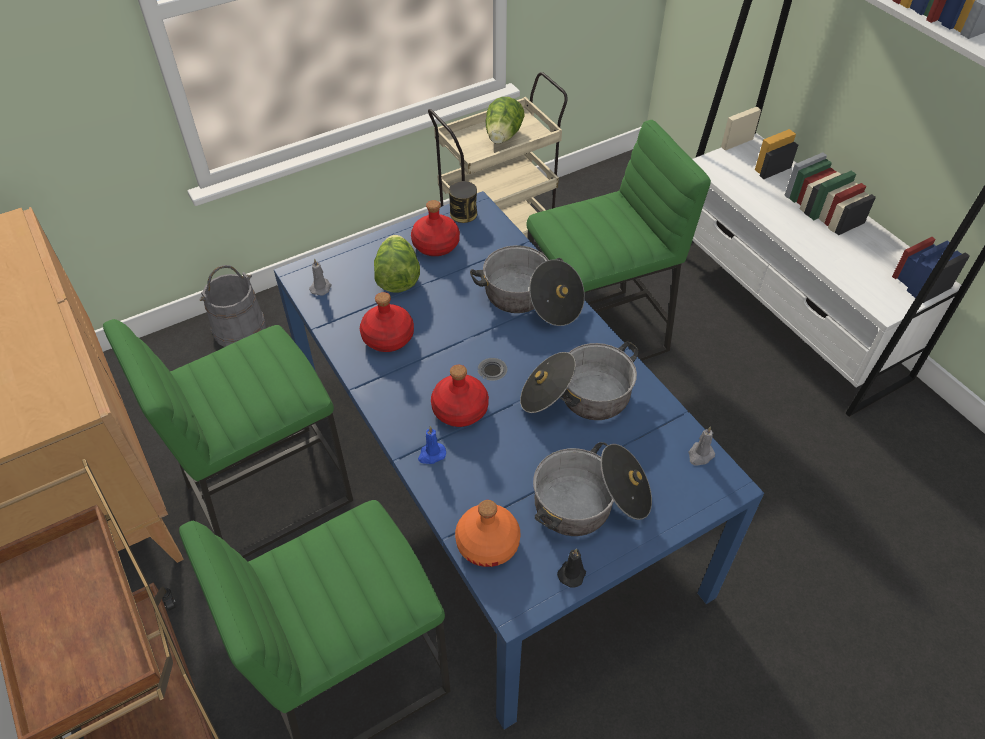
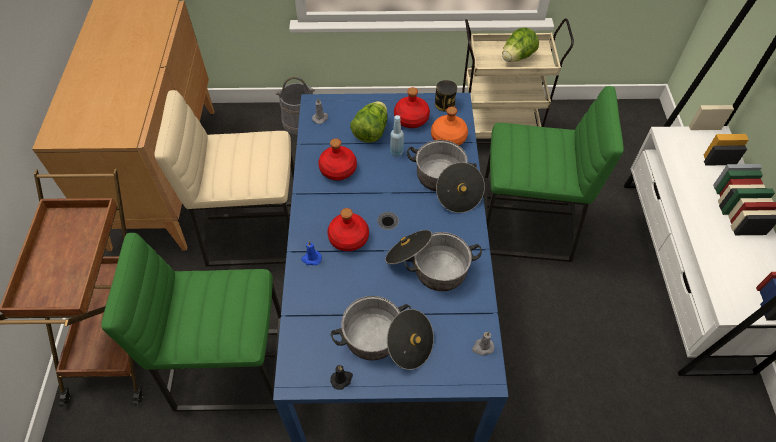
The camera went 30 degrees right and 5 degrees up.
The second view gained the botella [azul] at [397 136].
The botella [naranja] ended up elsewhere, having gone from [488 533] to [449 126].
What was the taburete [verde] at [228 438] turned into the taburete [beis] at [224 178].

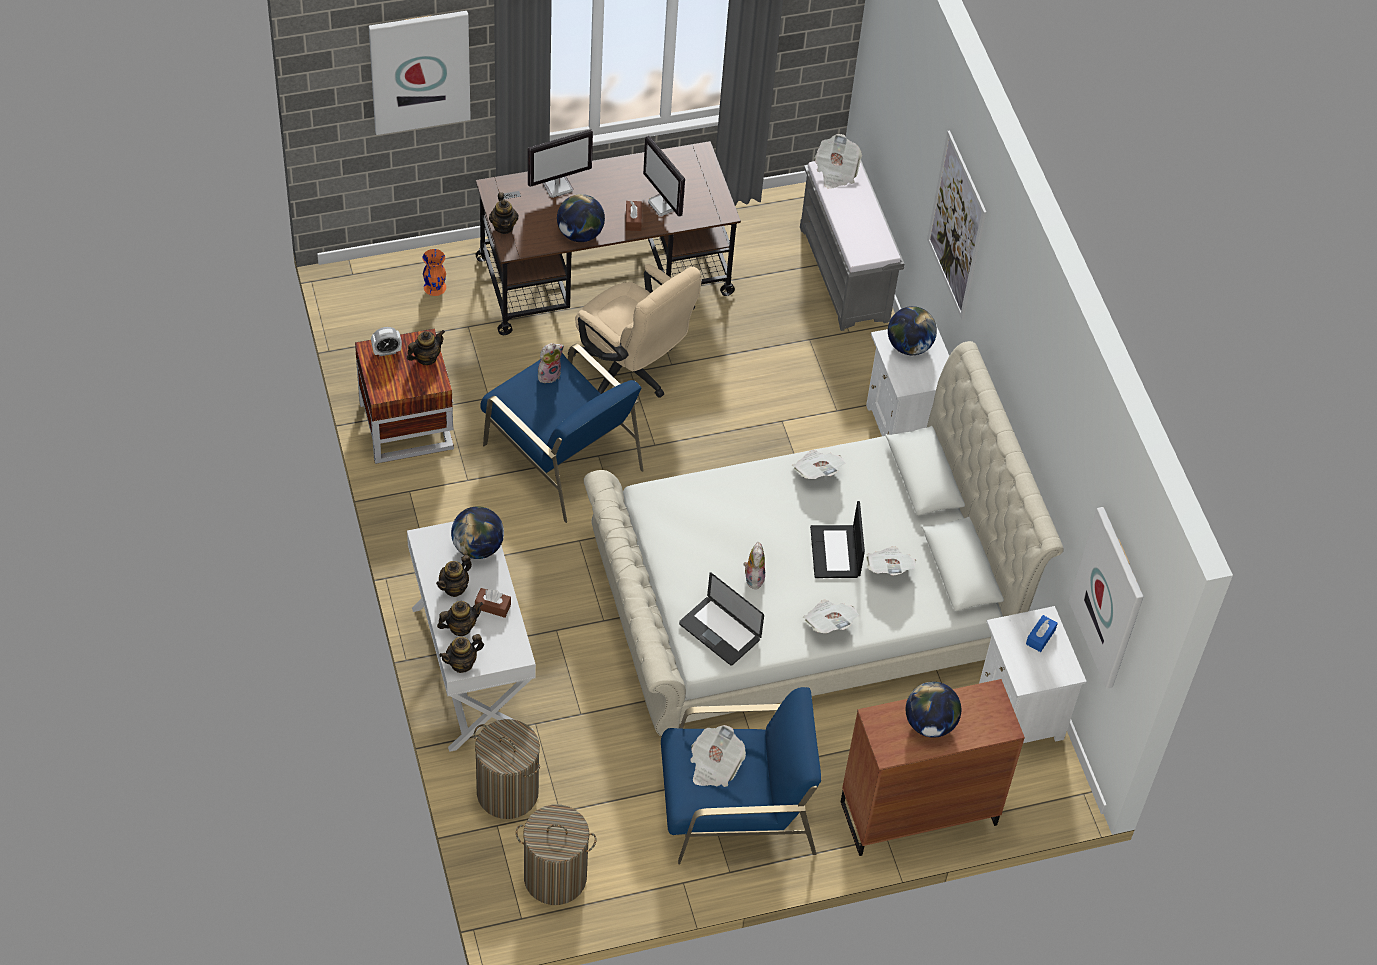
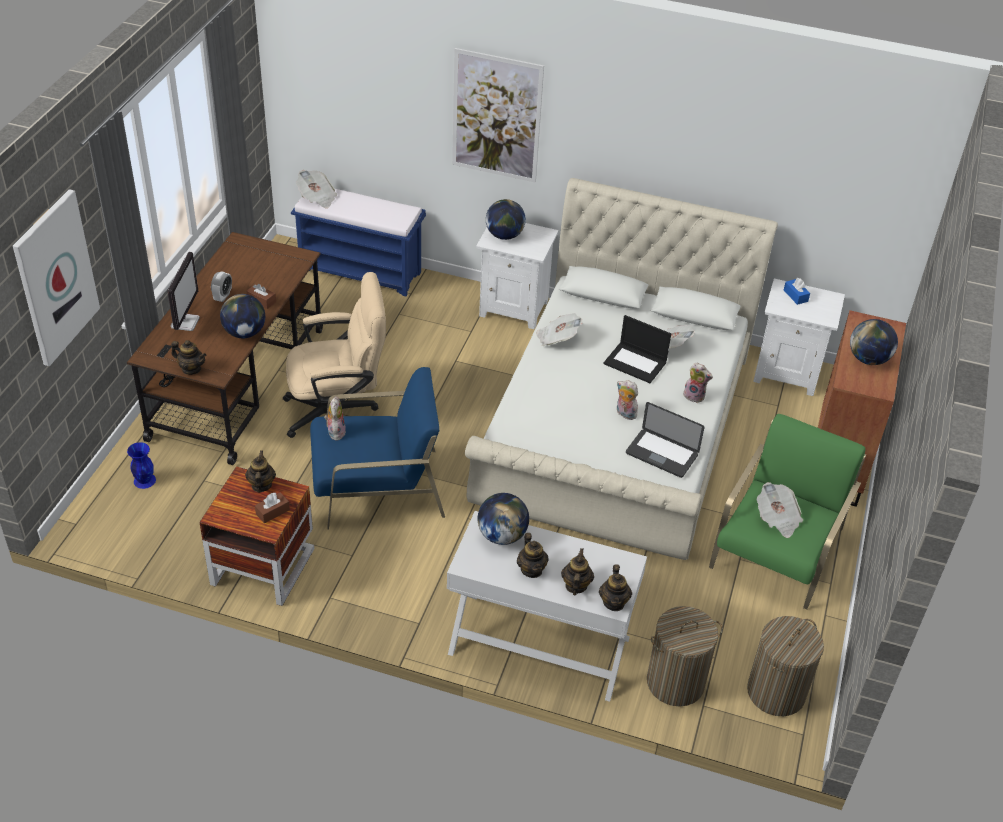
The camera went 55 degrees left and 10 degrees down.
The second view lost the monitor at [664 176].
The second view lost the cuadro at [1106 597].
The despertador ended up elsewhere, having gone from [386 341] to [221 286].
The caja de pañuelos [marrón] ended up elsewhere, having gone from [493 603] to [272 507].
Where the periódico stood at [831 616], the peluche came to stand at [698 382].
What was the florero [naranja] at [434 272] turned into the florero [azul] at [141 465].
What was the sillón [azul] at [741 776] turned into the sillón [verde] at [787 512].
What was the banco [gris] at [852 245] turned into the banco [azul] at [358 243].
The portátil at [721 618] ended up facing another way, 45 degrees clockwise from before.

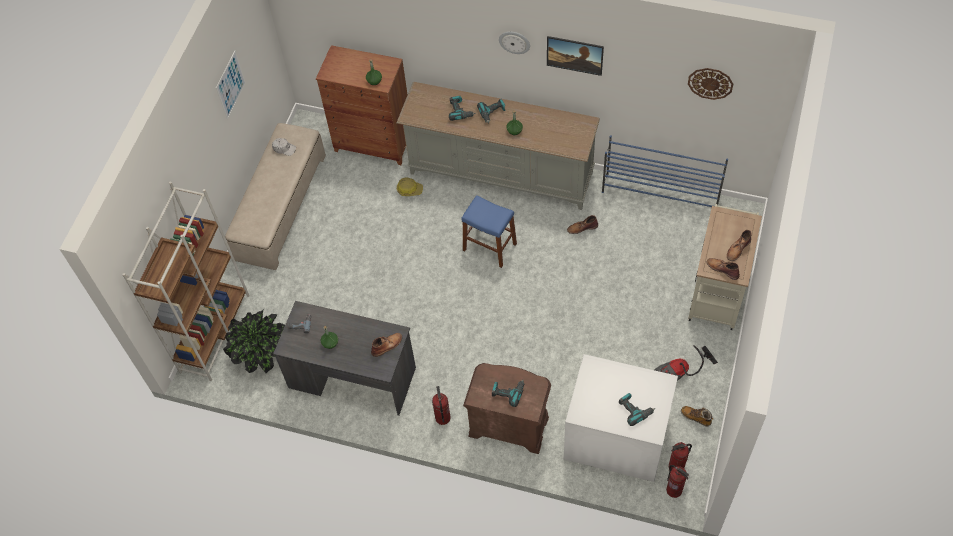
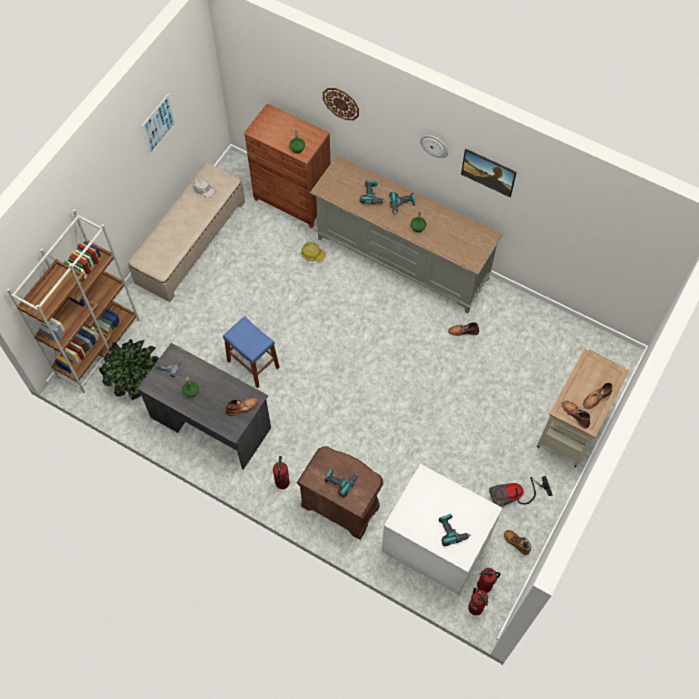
The camera went 10 degrees right and 5 degrees up.
The second view lost the zapatero [azul] at [665 171].
The taburete [azul] ended up elsewhere, having gone from [489 231] to [251 352].
The reloj de pared ended up elsewhere, having gone from [710 84] to [341 104].

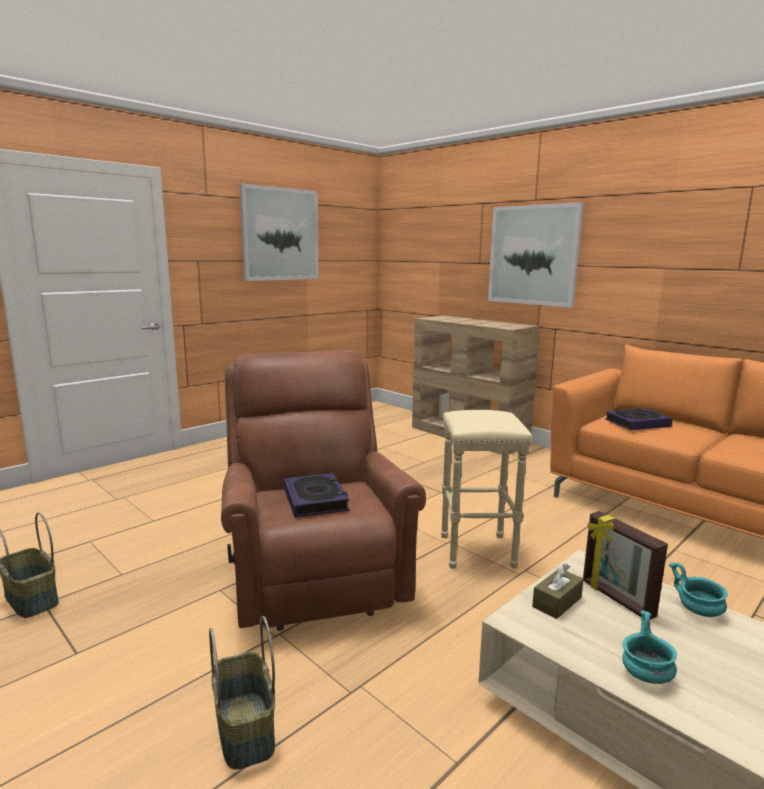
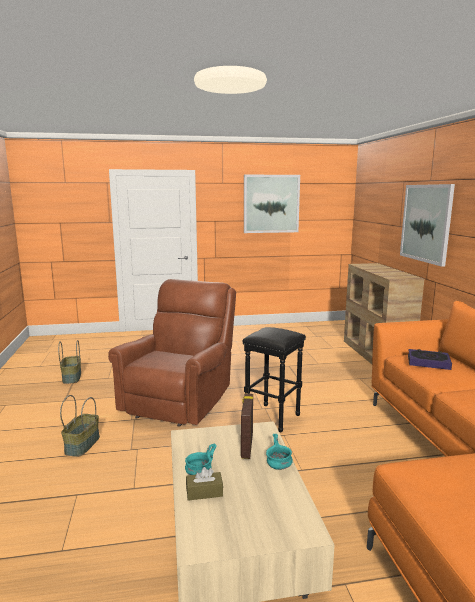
The camera went 35 degrees right and 0 degrees up.
The second view lost the libro at [316 495].
The caja de pañuelos [marrón] ended up elsewhere, having gone from [558 591] to [204 484].
What was the taburete [beis] at [486 489] turned into the taburete [negro] at [274 379].

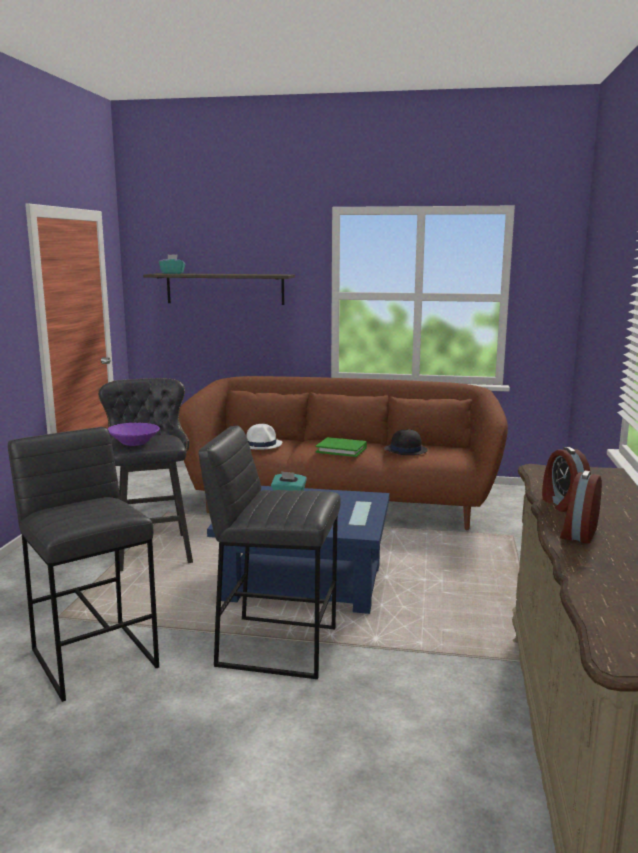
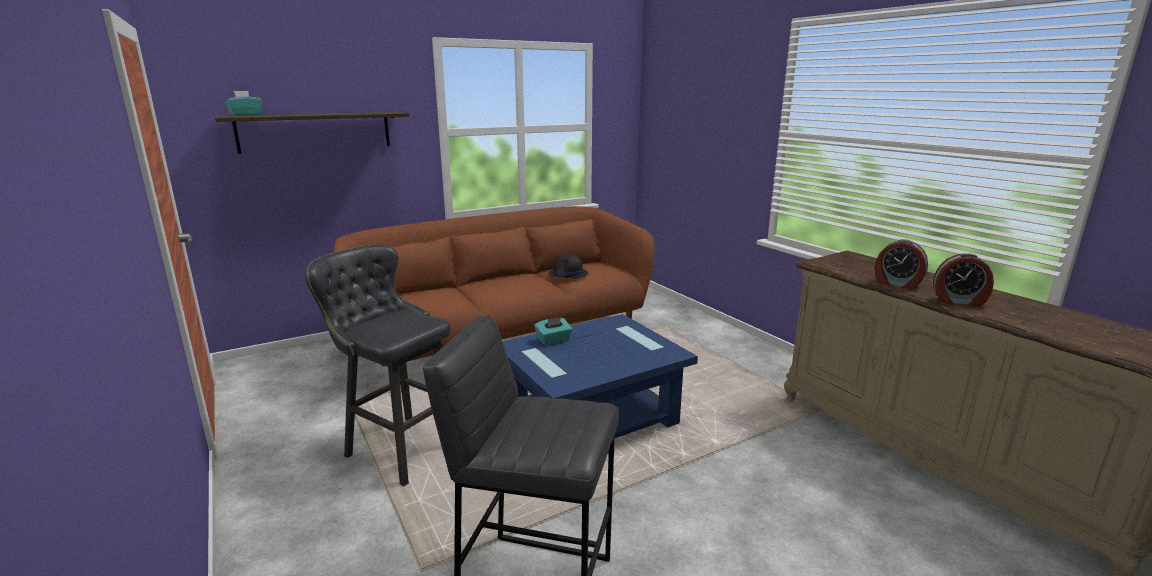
The camera went 40 degrees left and 5 degrees up.
The second view lost the cuenco [morado] at [134 434].
The second view lost the taburete [gris] at [270 552].
The second view lost the sombrero [blanco] at [264 437].
The second view lost the libro [verde] at [341 447].
The despertador at [581 507] ended up facing another way, 60 degrees counterclockwise from before.

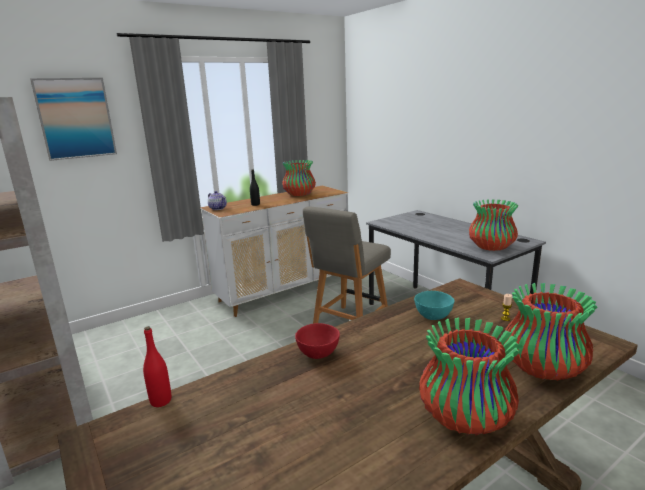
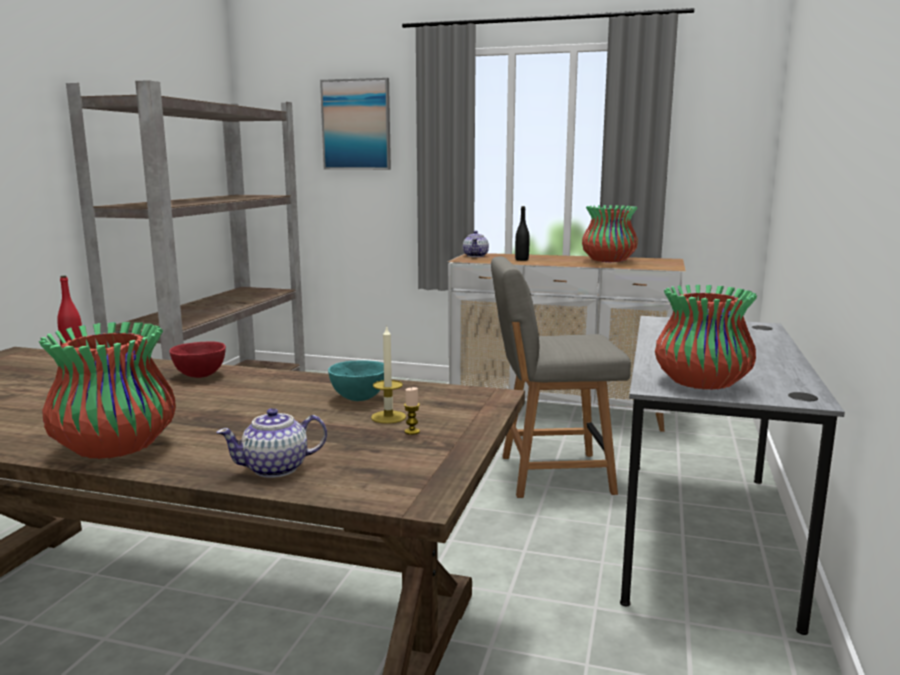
The camera went 50 degrees right and 5 degrees down.
The second view gained the vela at [388 374].
Where the florero stood at [551 332], the tetera came to stand at [271 443].

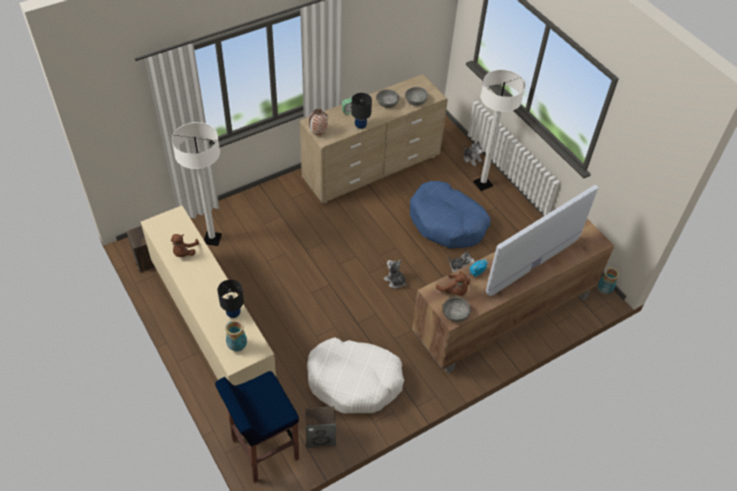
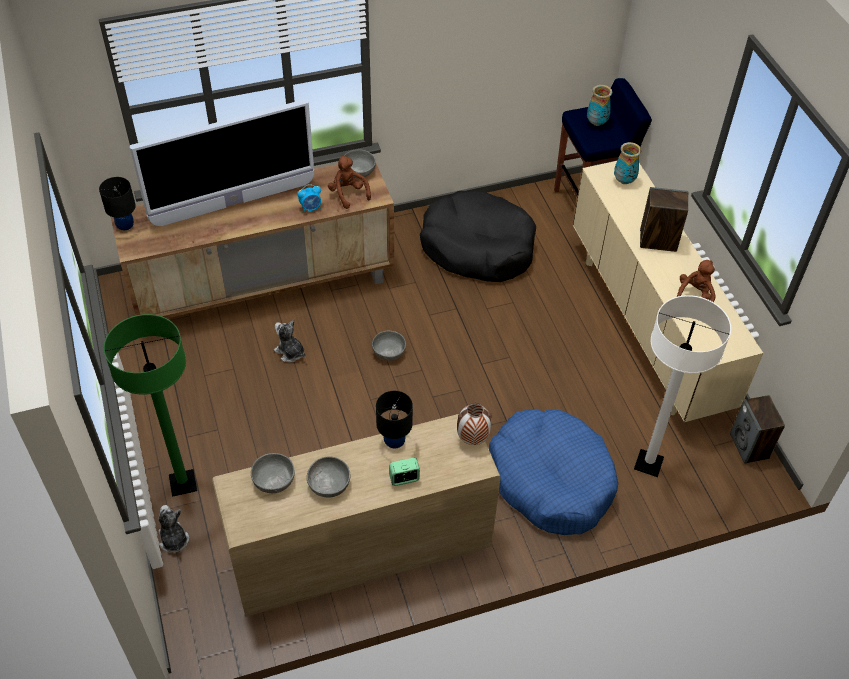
The camera went 165 degrees left and 0 degrees up.
The lámpara de mesa [negro] ended up elsewhere, having gone from [230 298] to [117 203].
The altavoz ended up elsewhere, having gone from [320 427] to [664 219].
The cama para perro [azul] ended up elsewhere, having gone from [450 215] to [553 472].
The florero ended up elsewhere, having gone from [608 280] to [599 105].
Where the peluche stood at [395 274], the cuenco [gris] came to stand at [389 346].
What was the cama para perro [blanco] at [355 375] turned into the cama para perro [negro] at [478 236].
What was the lámpara de pie [blanco] at [499 130] turned into the lámpara de pie [verde] at [150 405].

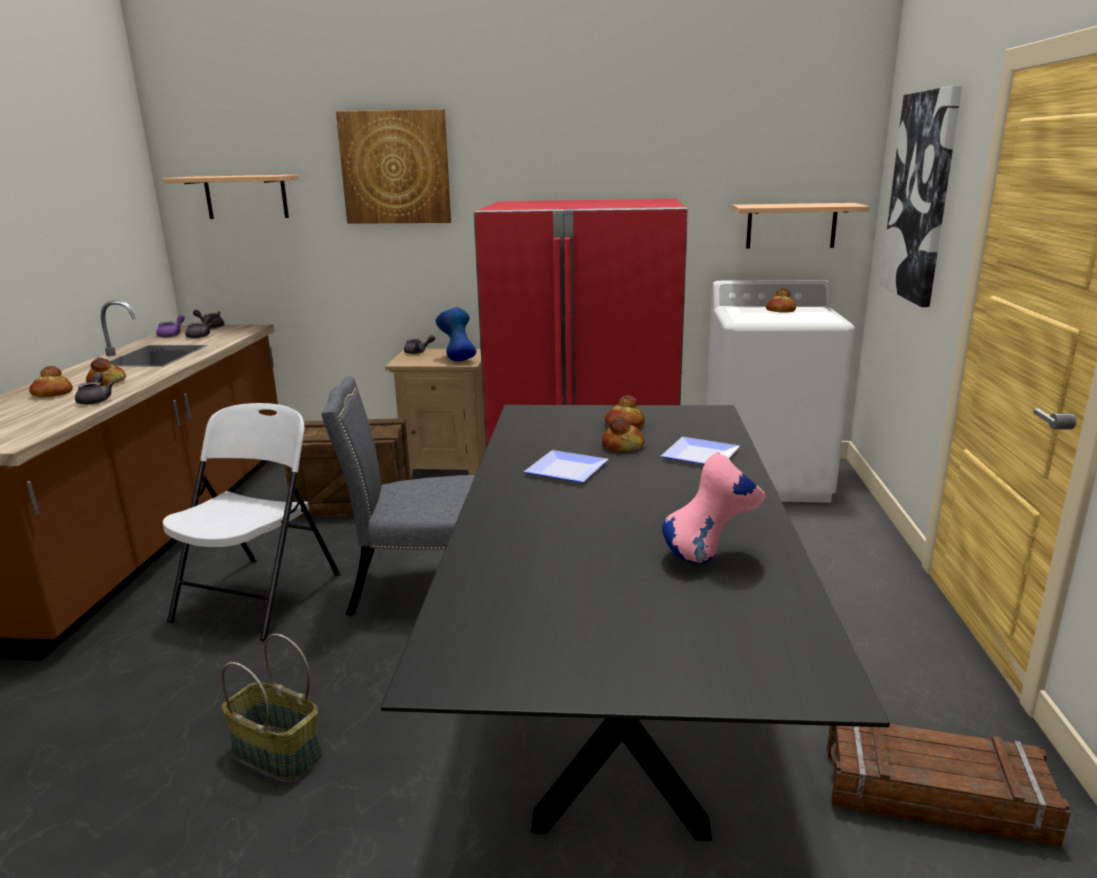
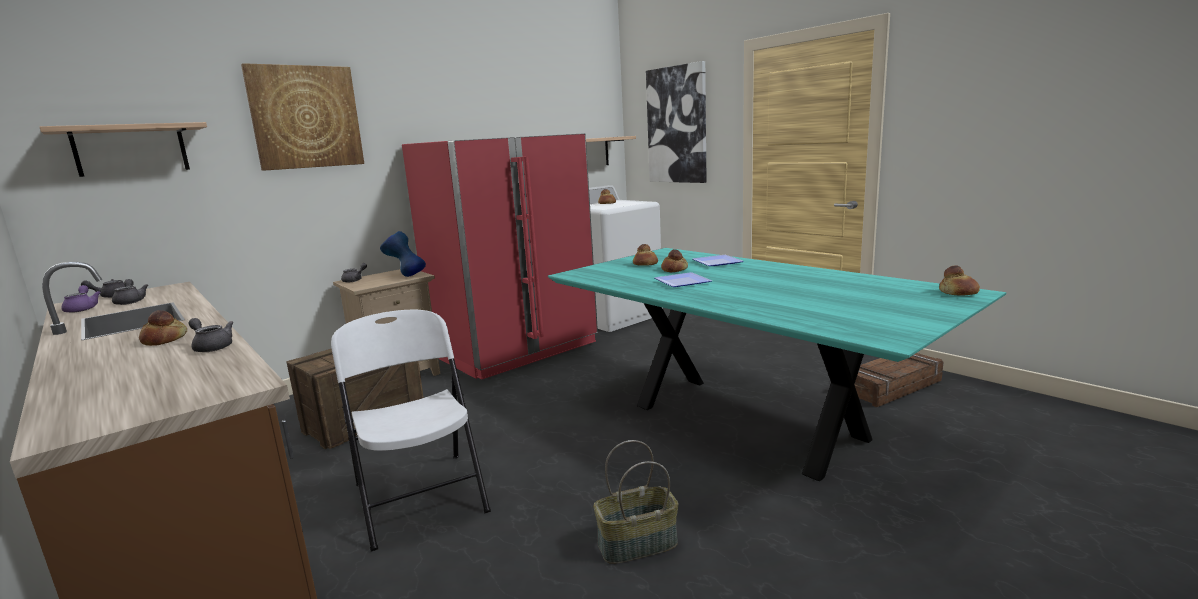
The camera went 45 degrees left and 5 degrees down.
The second view lost the silla [gris] at [398 496].
The second view lost the florero [rosa] at [713 508].
The pan ended up elsewhere, having gone from [51 381] to [959 281].
What was the mesa de comedor [negro] at [635 623] turned into the mesa de comedor [turquesa] at [777 364].

